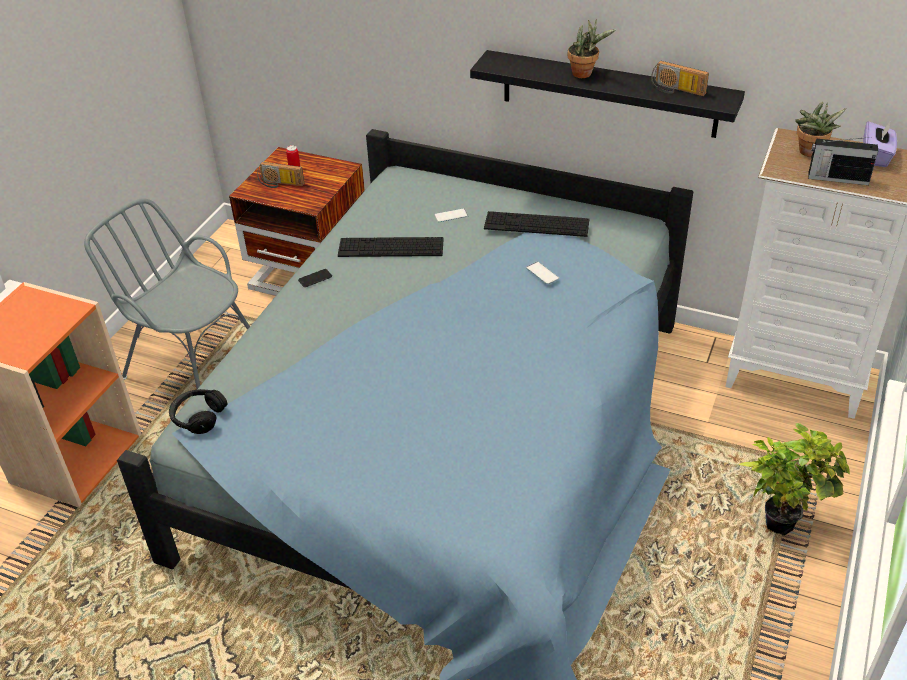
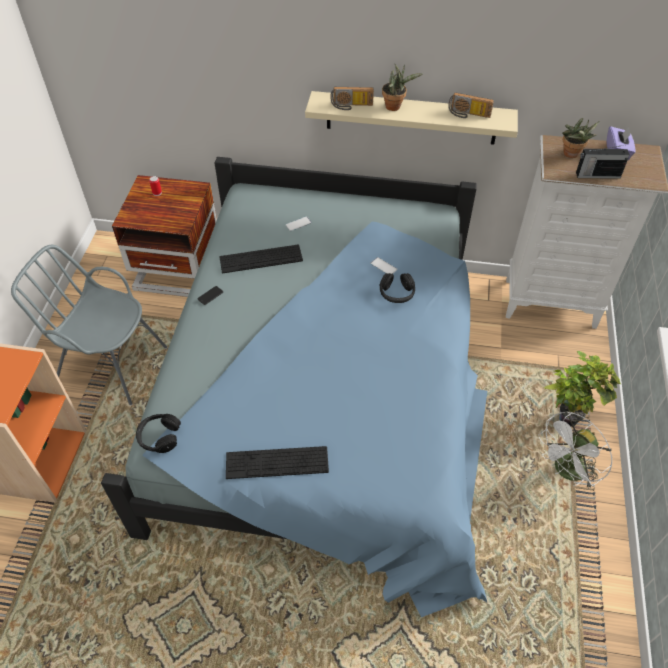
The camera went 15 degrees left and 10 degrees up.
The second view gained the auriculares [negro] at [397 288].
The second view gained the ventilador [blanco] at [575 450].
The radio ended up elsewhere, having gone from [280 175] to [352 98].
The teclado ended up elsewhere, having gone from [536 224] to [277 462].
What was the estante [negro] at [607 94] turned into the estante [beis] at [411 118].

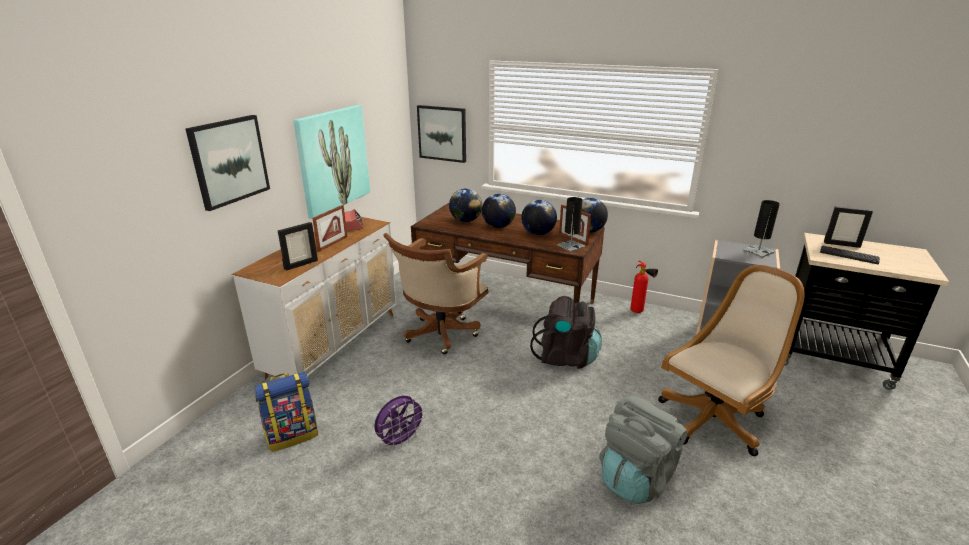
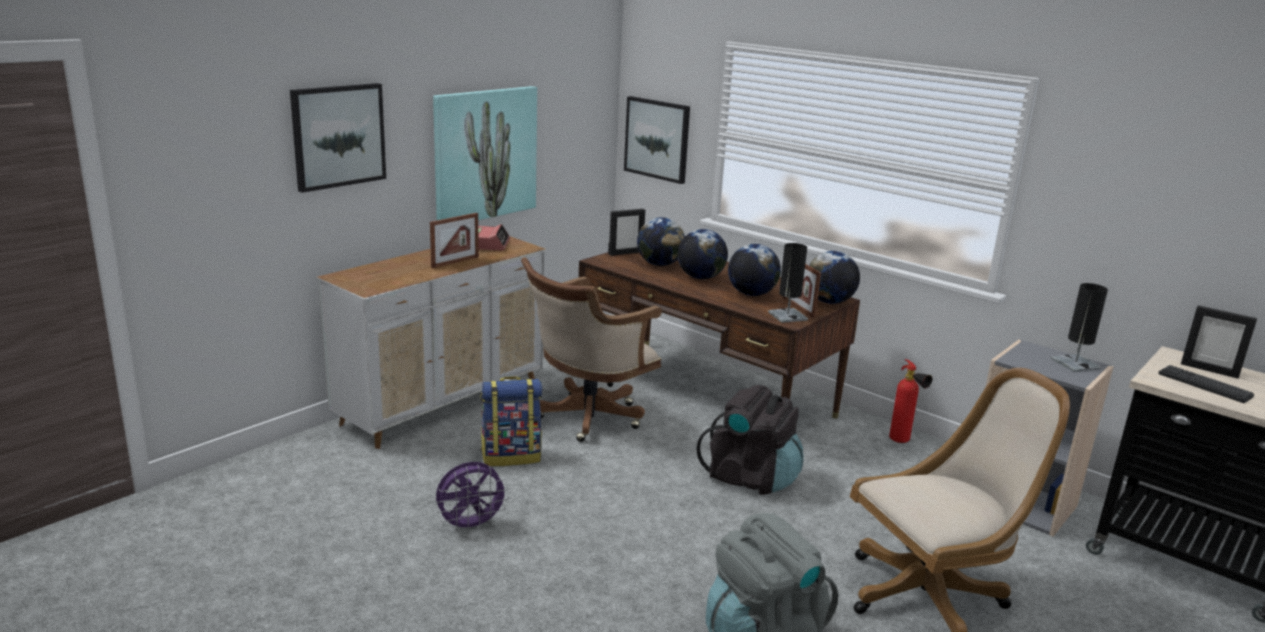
The camera went 15 degrees right and 5 degrees down.
The mochila ended up elsewhere, having gone from [286 412] to [511 421].
The portarretratos ended up elsewhere, having gone from [298 246] to [626 232].

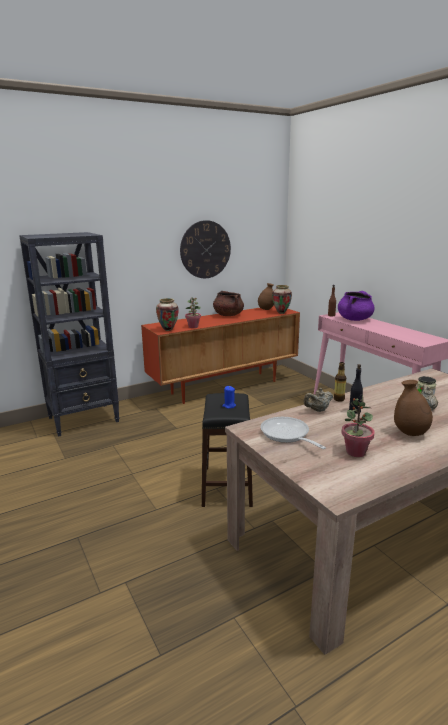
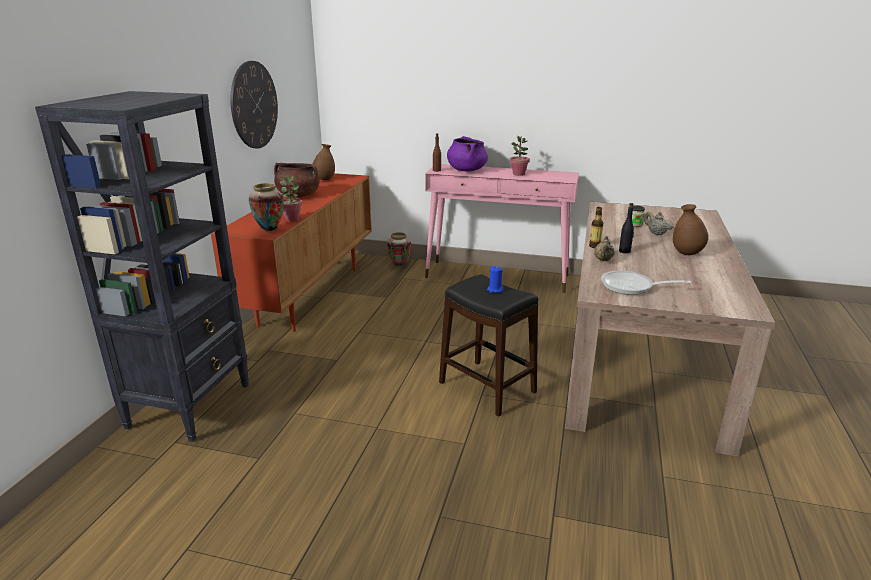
The camera went 45 degrees left and 5 degrees up.
The florero ended up elsewhere, having gone from [282 299] to [399 249].
The planta en maceta ended up elsewhere, having gone from [358 426] to [520 156].

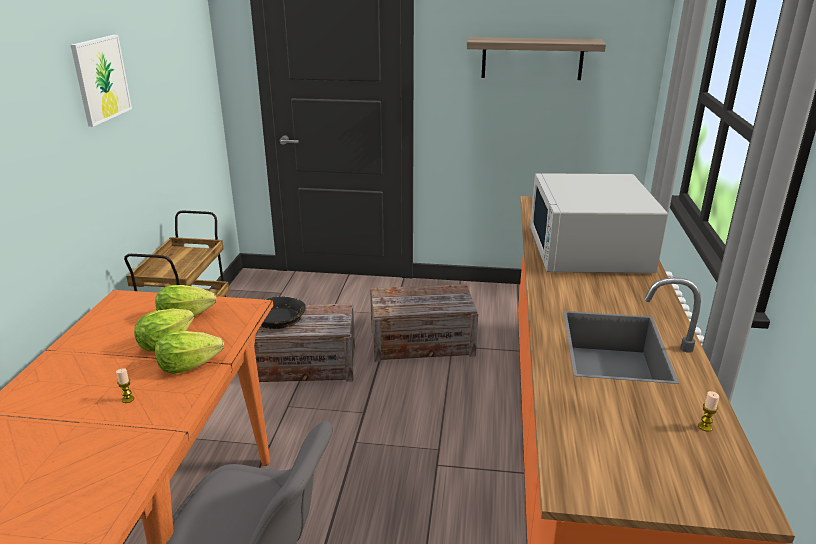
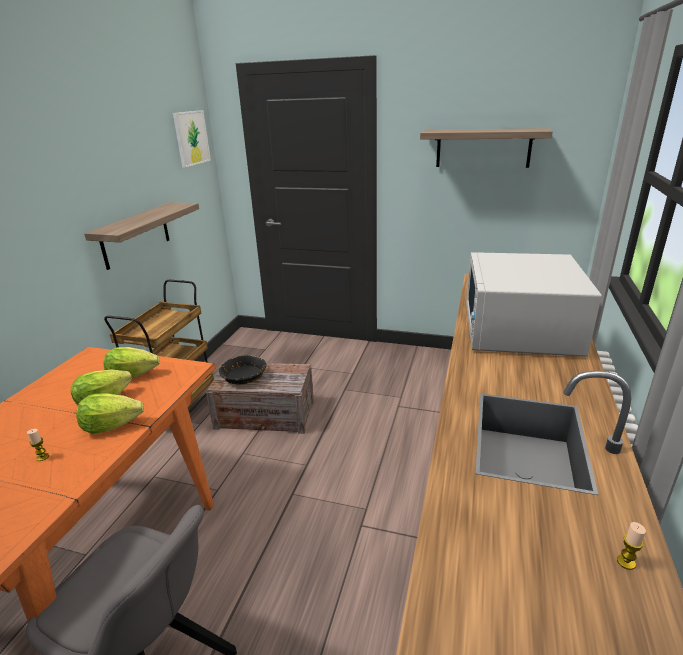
The camera went 10 degrees right and 0 degrees up.
The second view lost the caja de embalaje at [424 323].
The second view gained the estante at [141 236].
The cuadro ended up elsewhere, having gone from [101 81] to [192 139].

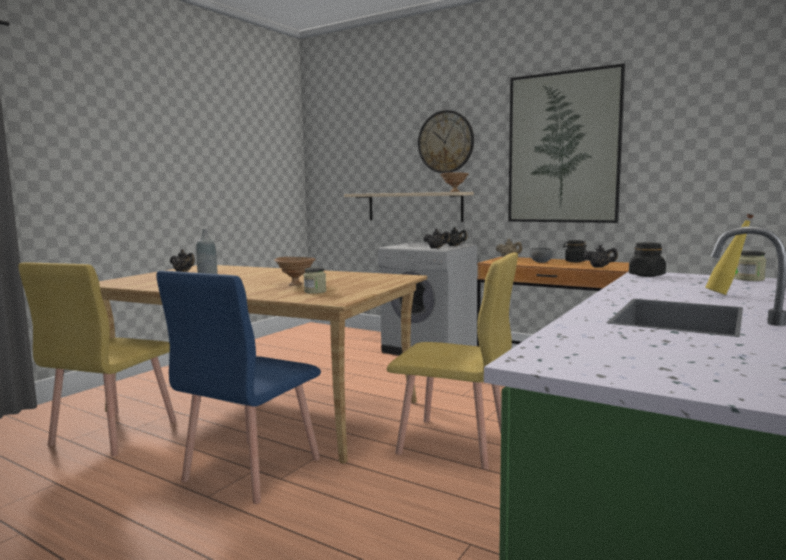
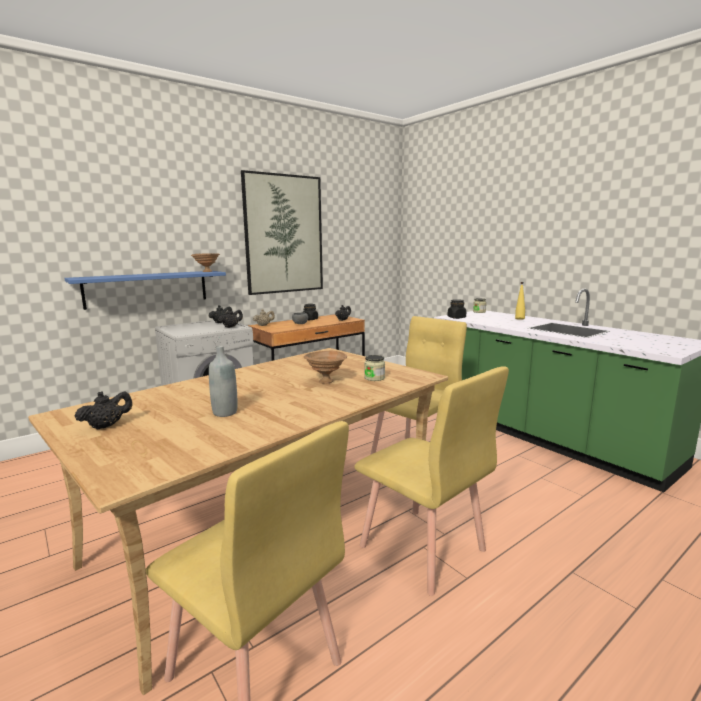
The camera went 70 degrees left and 5 degrees up.
The second view lost the reloj de pared at [446 141].
What was the silla [azul] at [238 387] turned into the silla [amarillo] at [431 481].
What was the estante [beis] at [409 207] turned into the estante [azul] at [145 290].

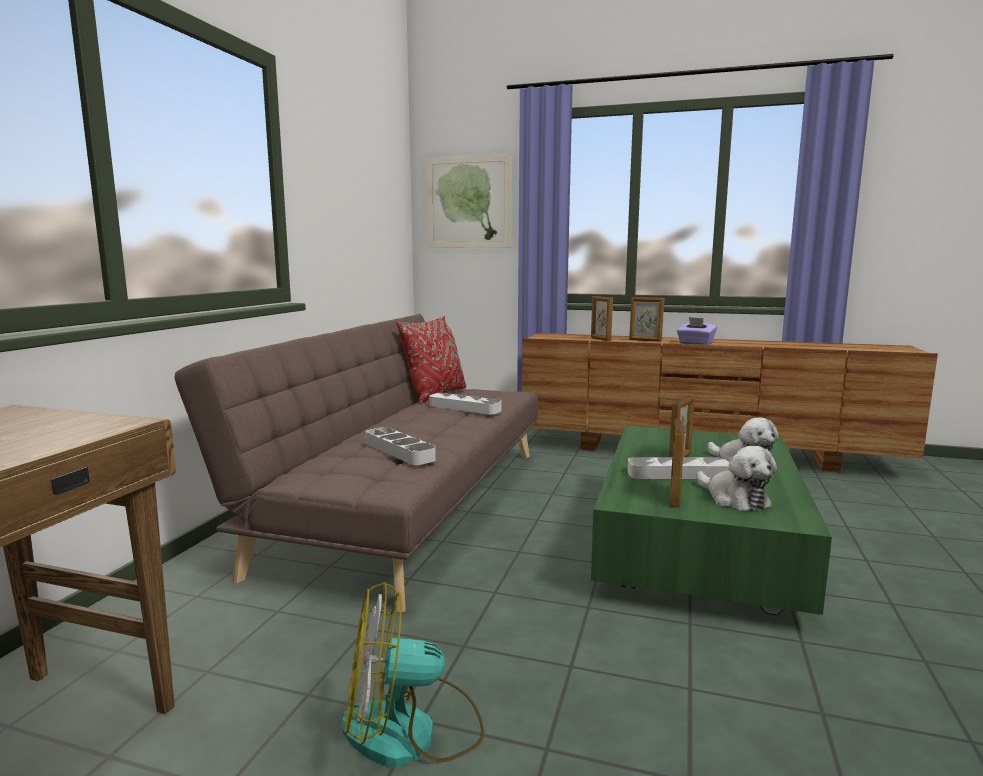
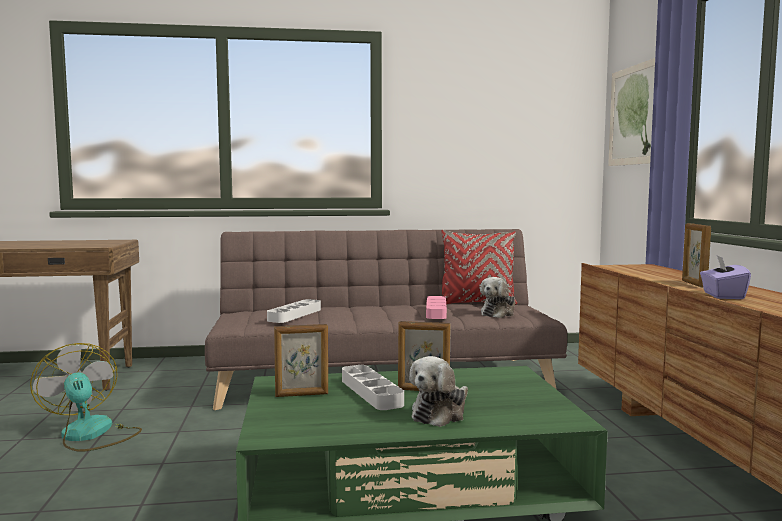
The camera went 65 degrees right and 5 degrees down.
The second view lost the portarretratos at [602 318].
The peluche ended up elsewhere, having gone from [737 479] to [497 297].
What was the bandeja [gris] at [466 403] turned into the bandeja [rosa] at [436 307].

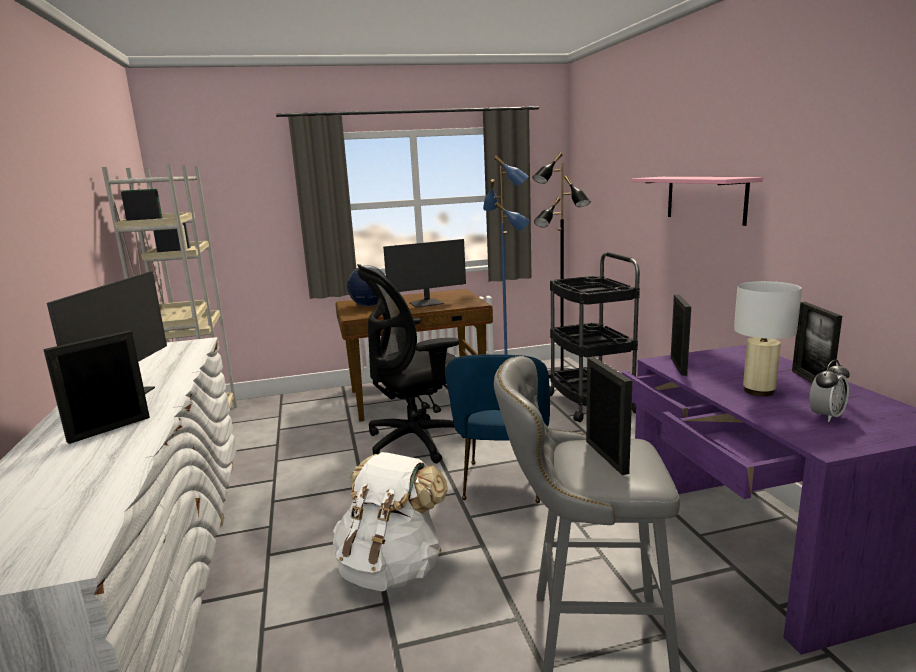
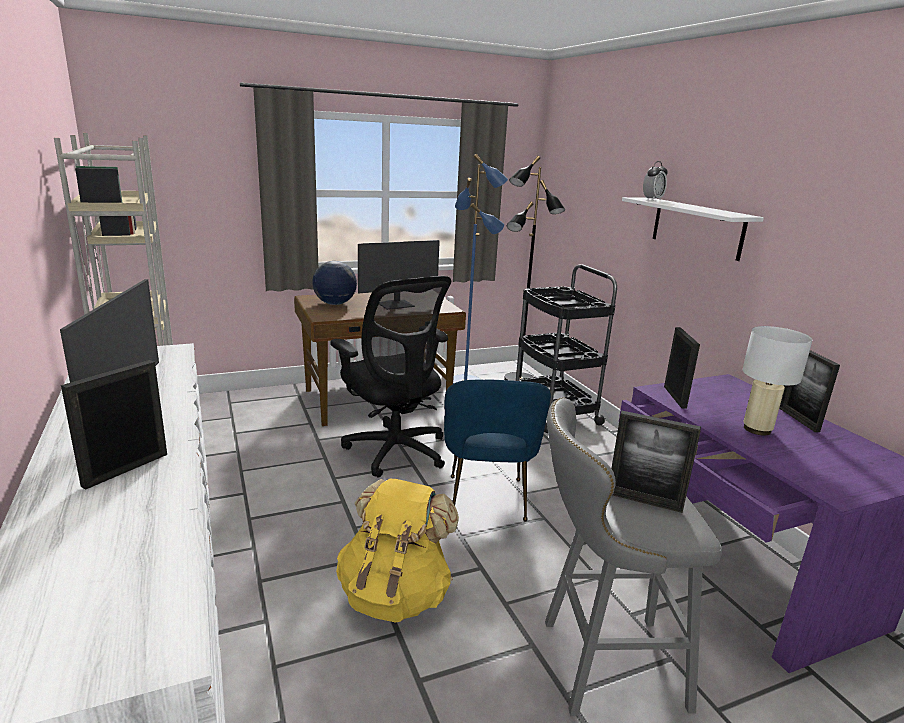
The camera went 10 degrees left and 5 degrees up.
The despertador ended up elsewhere, having gone from [829 391] to [655 180].
What was the mochila [blanco] at [390 521] turned into the mochila [amarillo] at [397 551].
What was the estante [rosa] at [697 201] turned into the estante [blanco] at [693 229].
The silla de oficina [negro] at [410 363] ended up facing another way, 90 degrees counterclockwise from before.
The portarretratos at [609 416] ended up facing another way, 135 degrees clockwise from before.

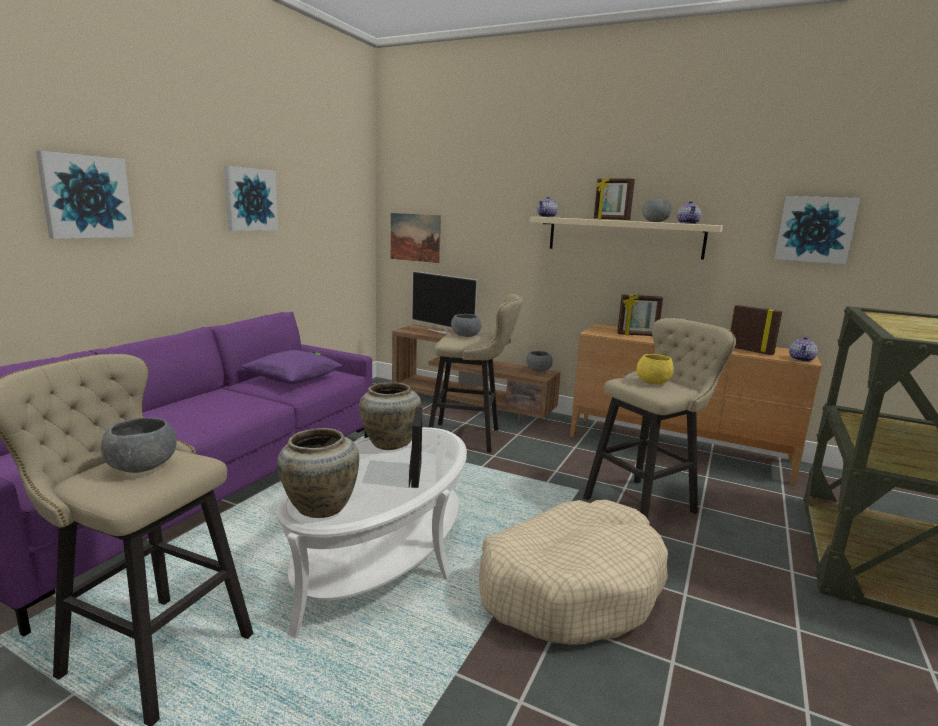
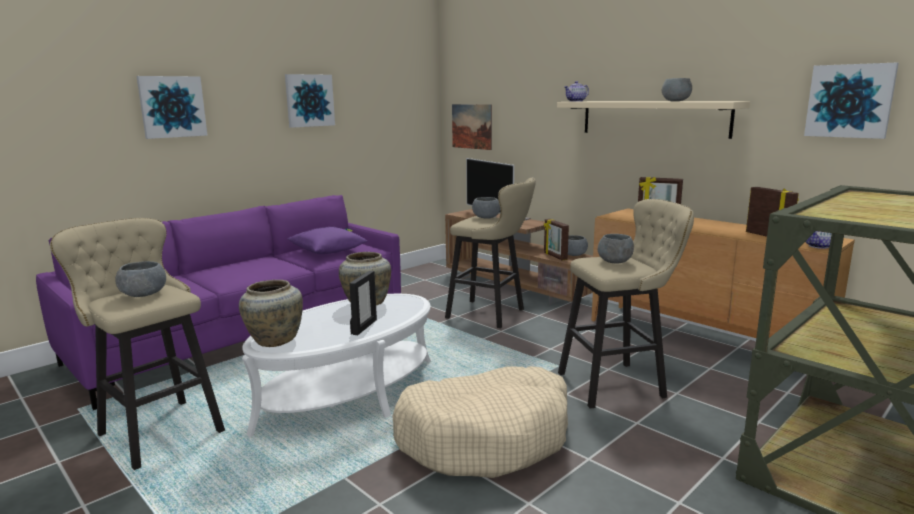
The camera went 20 degrees right and 0 degrees up.
The second view lost the tetera at [689 212].
The portarretratos ended up elsewhere, having gone from [614 198] to [556 239].
What was the cuenco [amarillo] at [655 369] turned into the cuenco [gris] at [616 249].

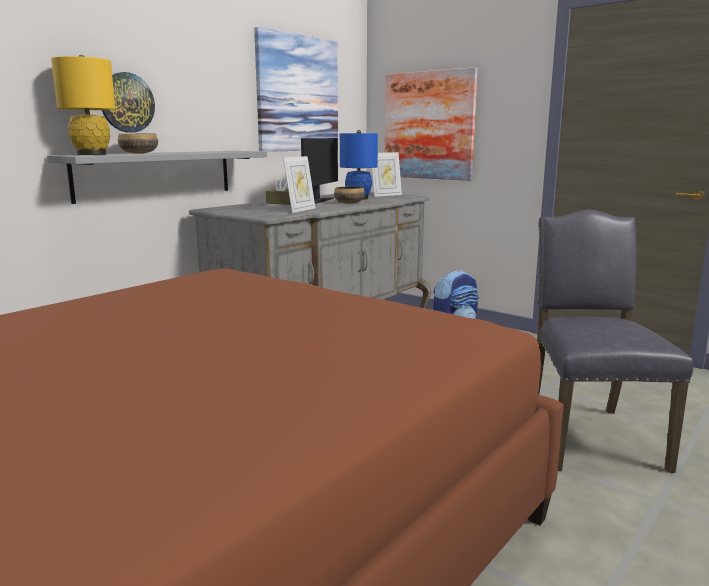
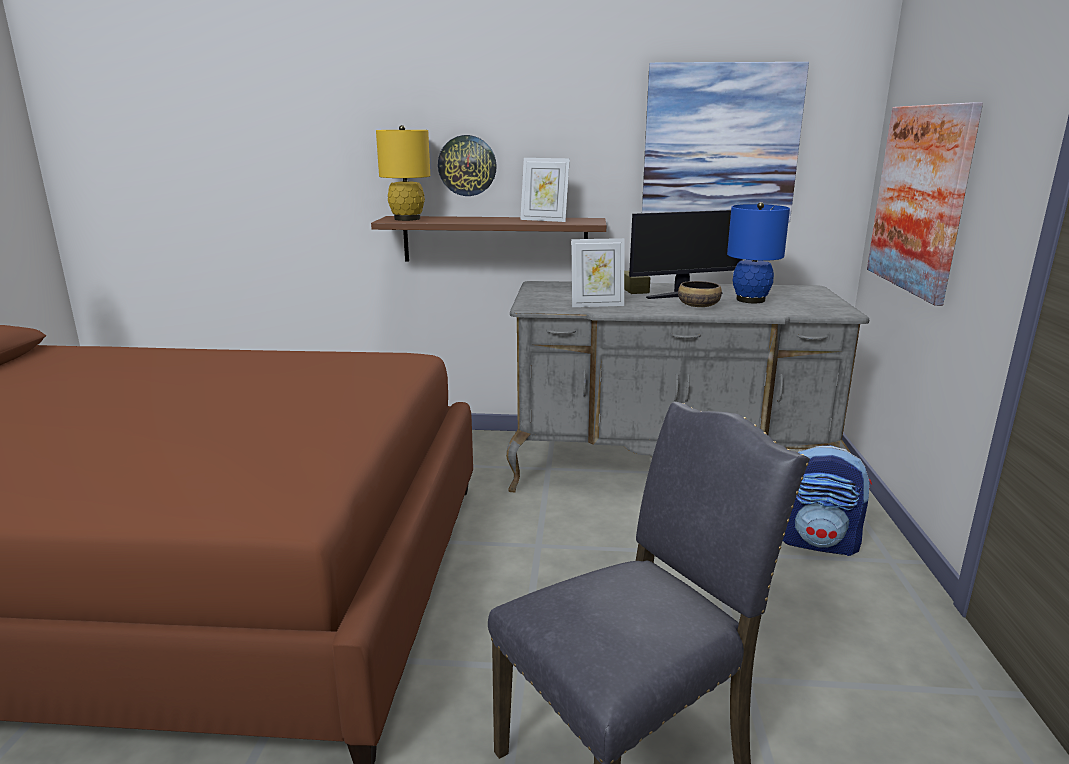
The camera went 55 degrees right and 5 degrees up.
The second view lost the cuenco at [138 143].
The portarretratos ended up elsewhere, having gone from [387 174] to [545 190].
What was the estante [gris] at [157 177] turned into the estante [marrón] at [488 238].

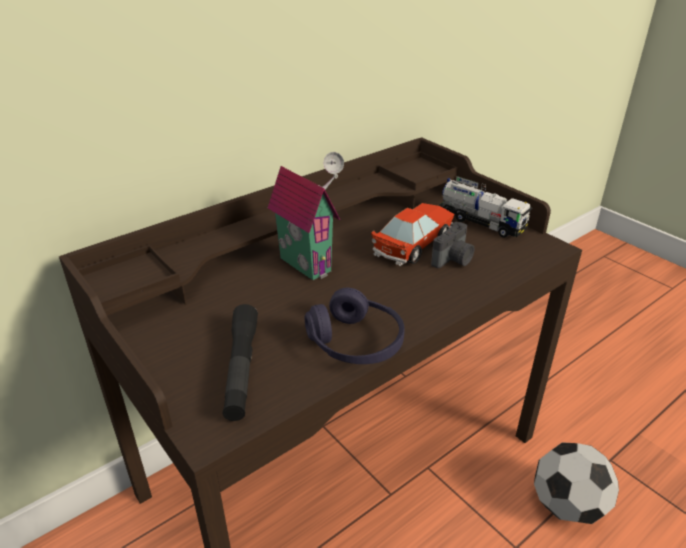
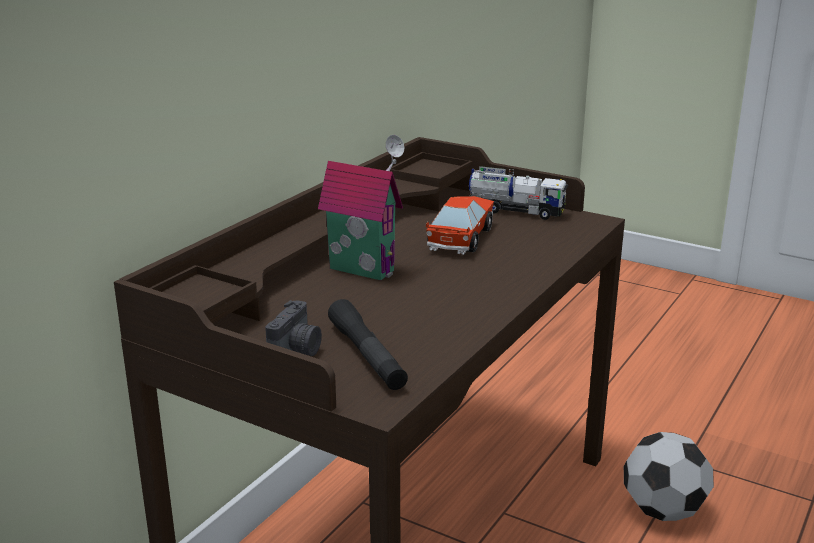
The camera went 20 degrees left and 10 degrees down.
The second view lost the auriculares [morado] at [354 326].
The cámara ended up elsewhere, having gone from [453 245] to [293 328].

